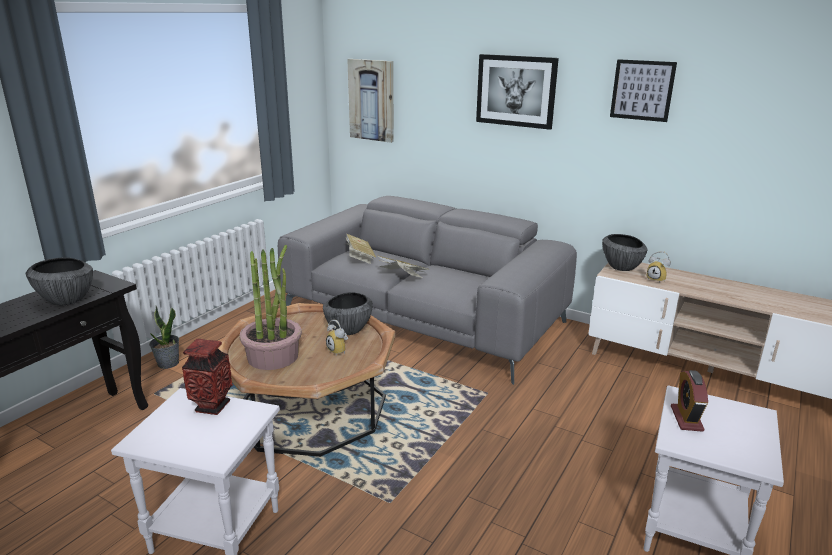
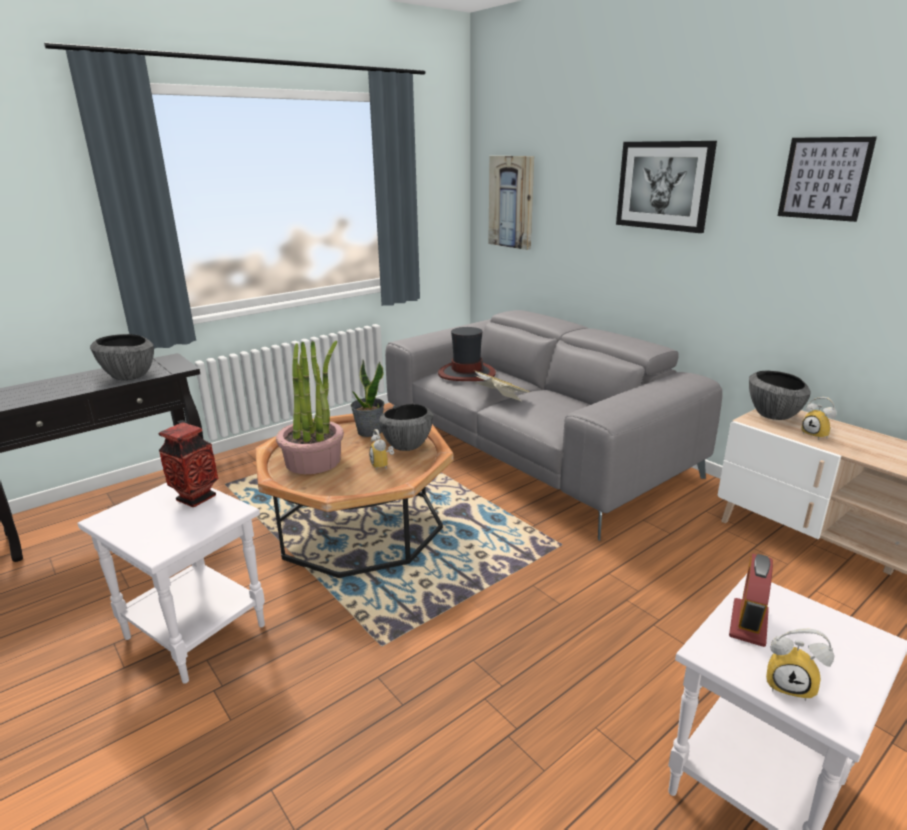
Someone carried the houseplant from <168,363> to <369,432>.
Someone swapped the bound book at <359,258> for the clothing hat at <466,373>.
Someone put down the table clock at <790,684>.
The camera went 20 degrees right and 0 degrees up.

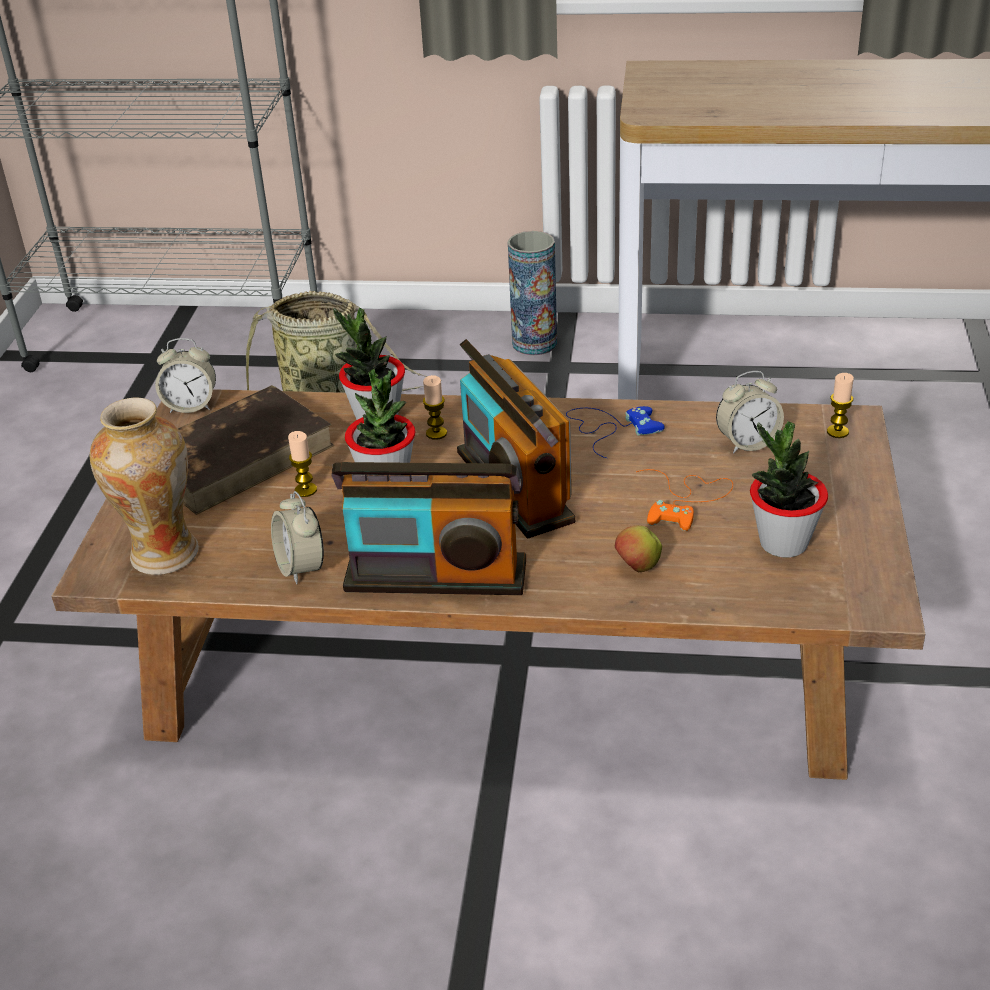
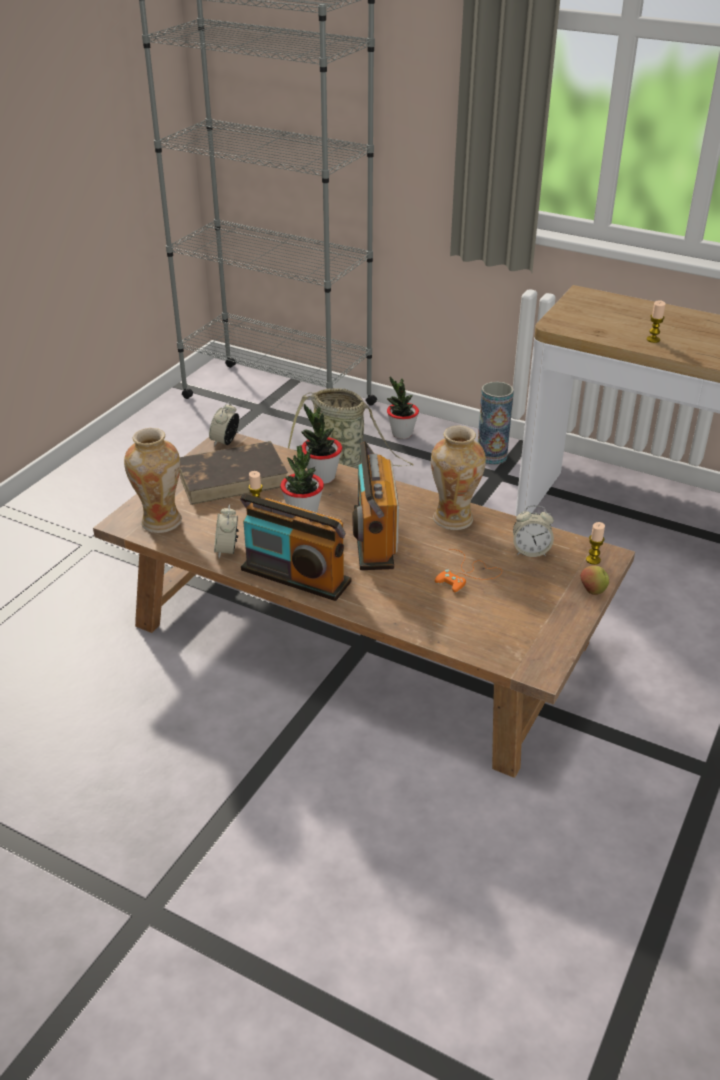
Someone rotated the table clock at <191,406> by 90 degrees clockwise.
Someone carried the houseplant from <783,543> to <402,434>.
Someone swapped the bluish gamepad at <610,428> for the decorative vase at <453,519>.
Someone carried the apple from <637,567> to <592,591>.
Someone carried the wax light from <436,433> to <653,339>.
The camera went 20 degrees right and 0 degrees up.

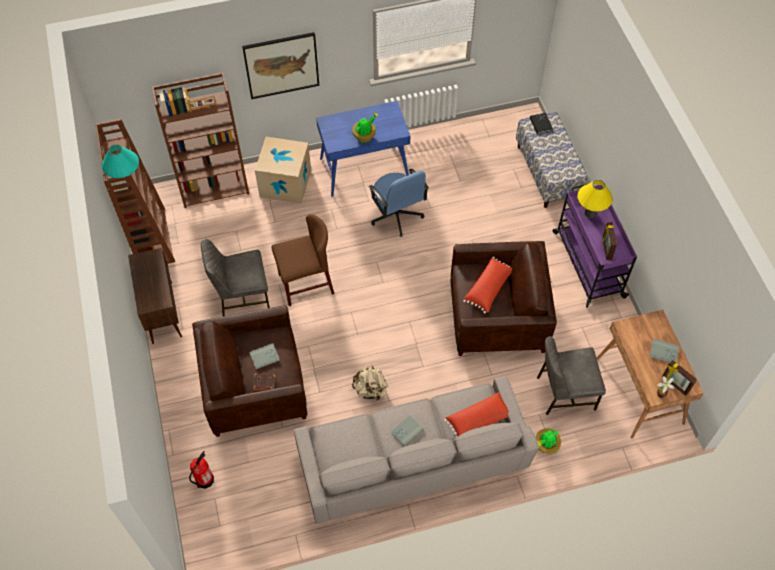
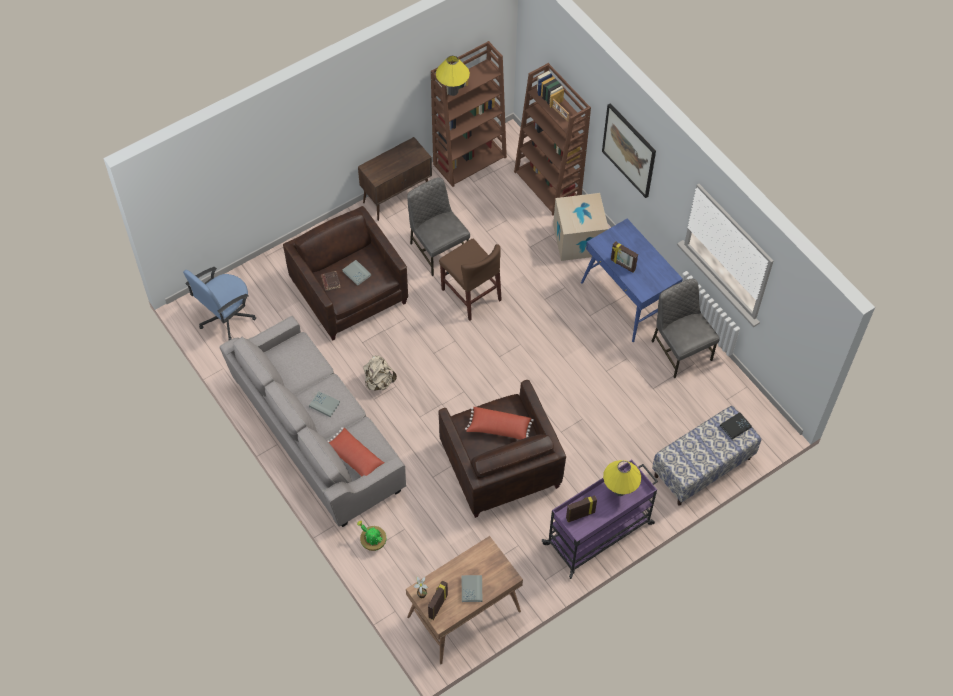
Someone carried the bluish desk chair from <396,215> to <225,317>.
Someone repainted the turquoise lamp for a table at <126,181>, which became the yellow lamp for a table at <452,91>.
Someone swapped the houseplant at <365,136> for the picture frame at <622,265>.
Someone carried the grey upright chair from <564,392> to <680,350>.
Someone took away the extinguisher at <204,480>.
The camera went 70 degrees right and 0 degrees up.

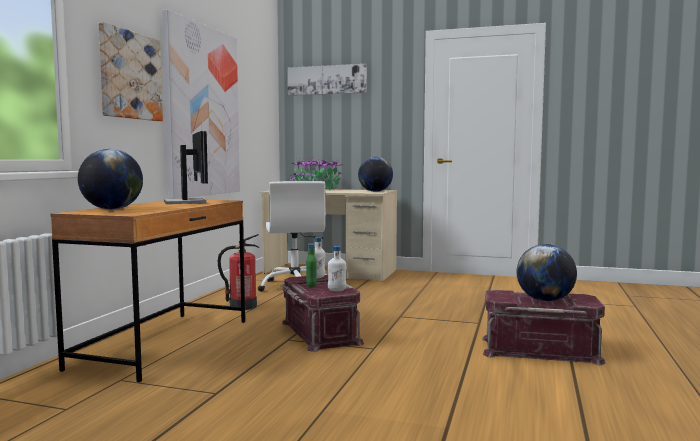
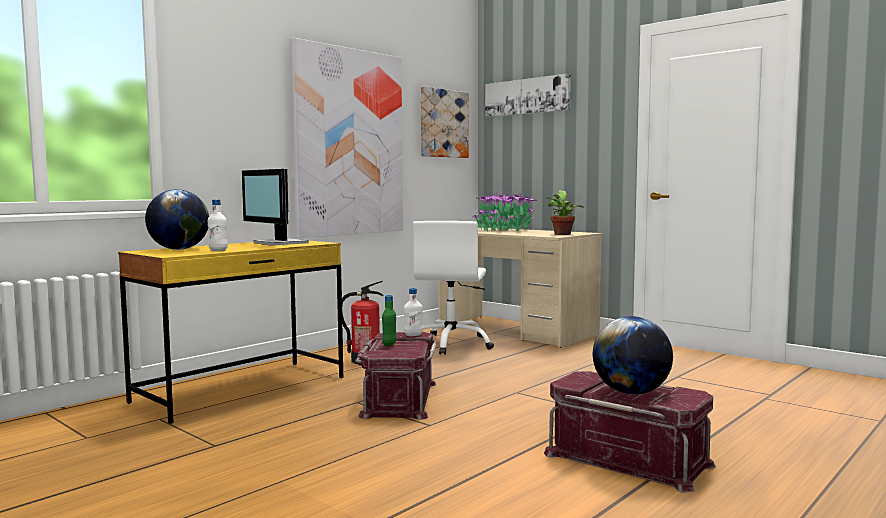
Someone repainted the brown-coloured desk unit at <165,343>, which became the yellow desk unit at <242,389>.
Someone carried the white-coloured bottle from <337,290> to <218,250>.
Someone rotated the monitor at <187,202> by 135 degrees clockwise.
Someone carried the picture from <130,75> to <443,123>.
Someone swapped the globe at <375,191> for the houseplant at <562,234>.
The camera went 25 degrees right and 0 degrees up.

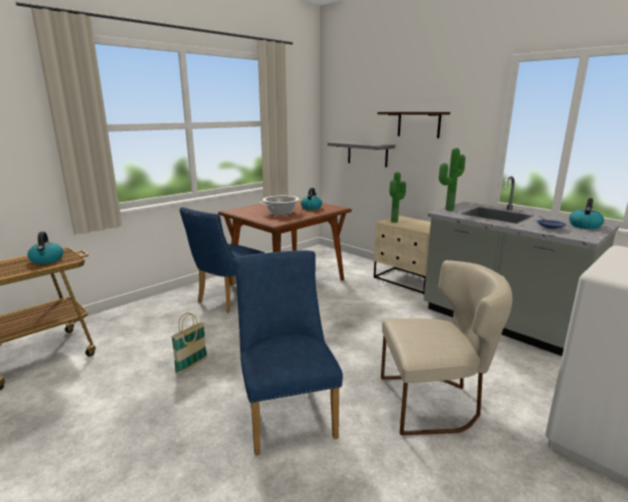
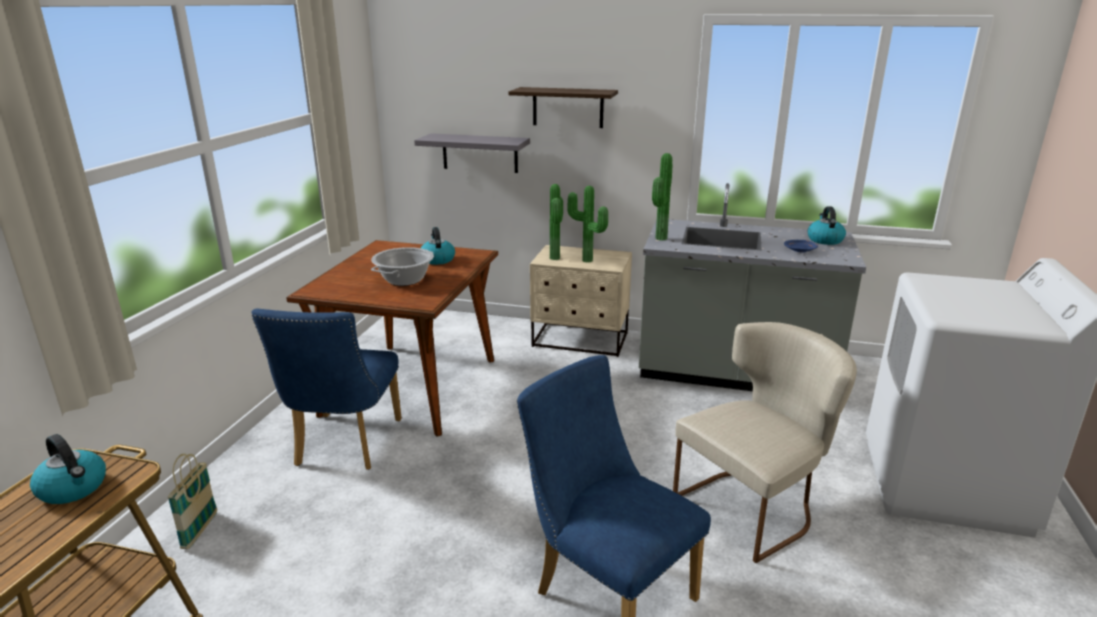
Someone carried the basket from <192,366> to <200,530>.
Someone put down the houseplant at <586,261>.
The camera went 30 degrees left and 5 degrees up.

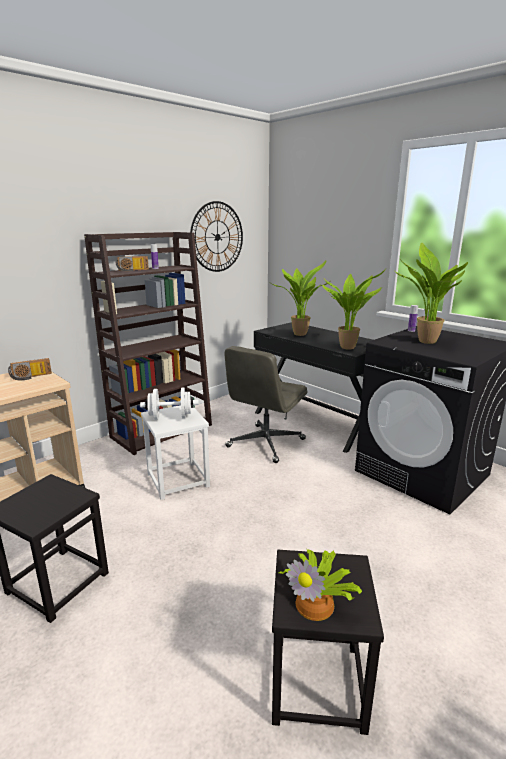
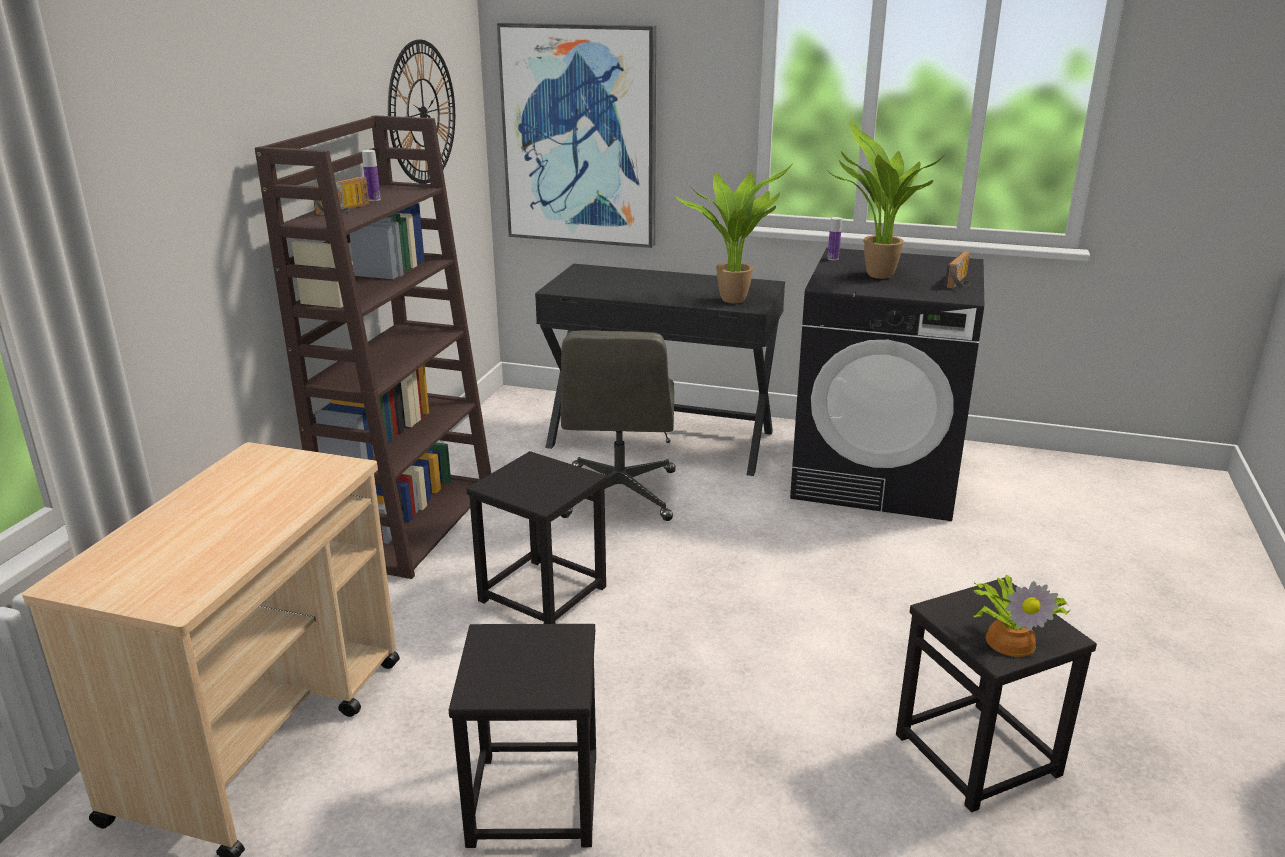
Someone repainted the white-coloured stool at <177,480>, which became the black-coloured stool at <541,594>.
Someone put up the picture at <580,136>.
Someone carried the radio set from <31,377> to <961,282>.
Someone took away the white-coloured hand weight at <170,417>.
Someone took away the houseplant at <299,334>.
The camera went 30 degrees left and 5 degrees up.

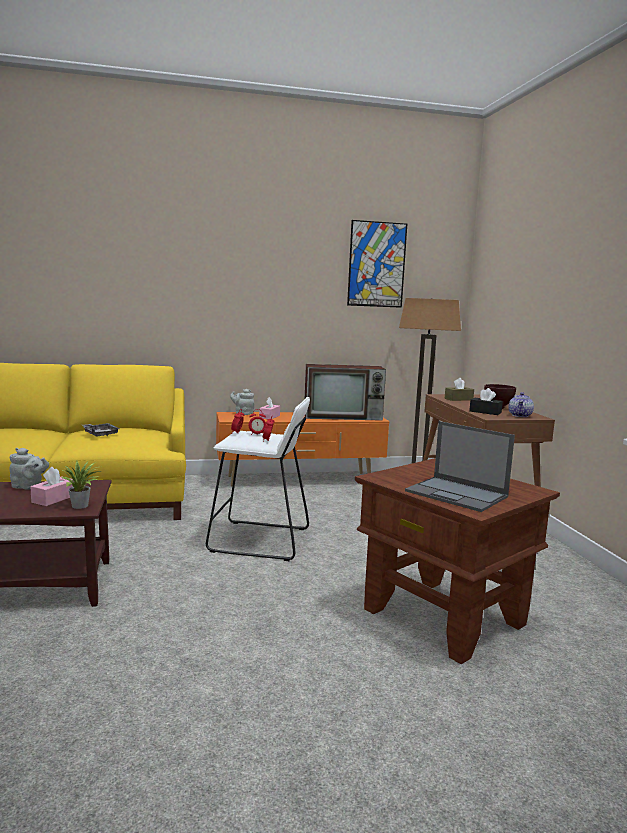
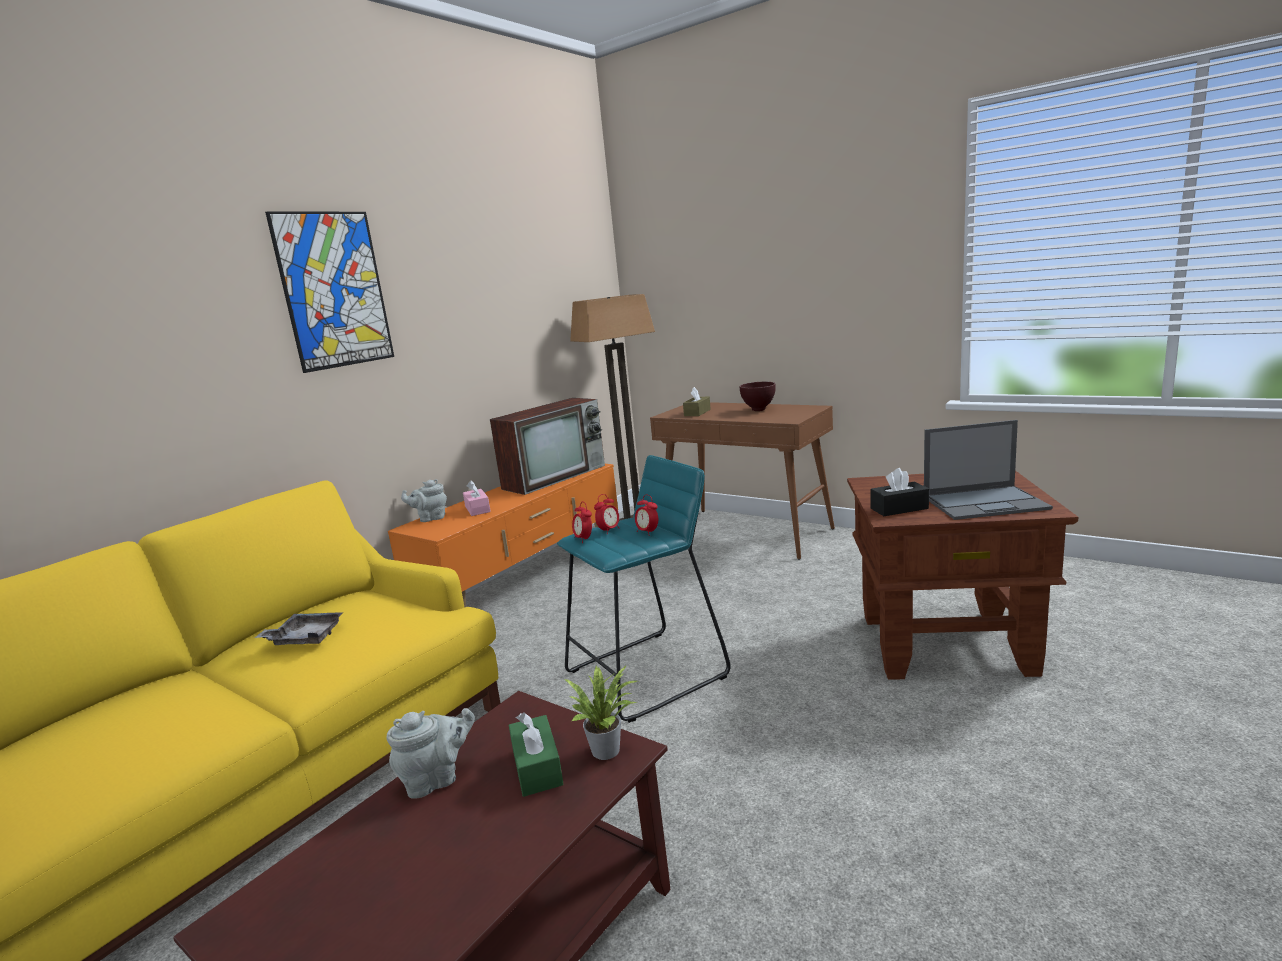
Someone carried the picture from <376,264> to <334,290>.
Someone repainted the pink tissue box at <54,499>, which became the greenish tissue box at <537,767>.
Someone repainted the white-coloured stool at <259,540>, which became the turquoise stool at <647,674>.
Someone carried the black-coloured tissue box from <485,412> to <899,508>.
Someone took away the tea pot at <520,415>.
The camera went 40 degrees left and 5 degrees up.

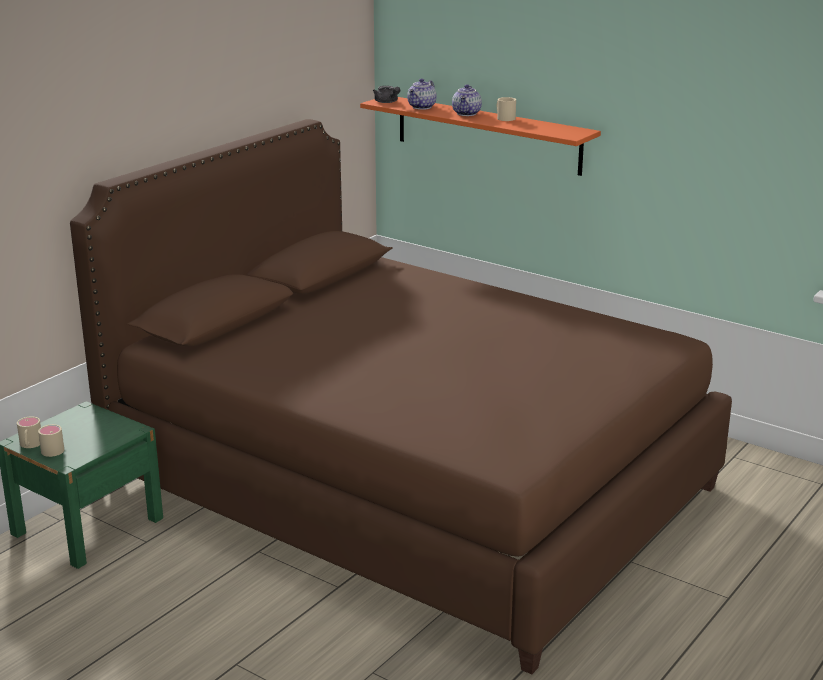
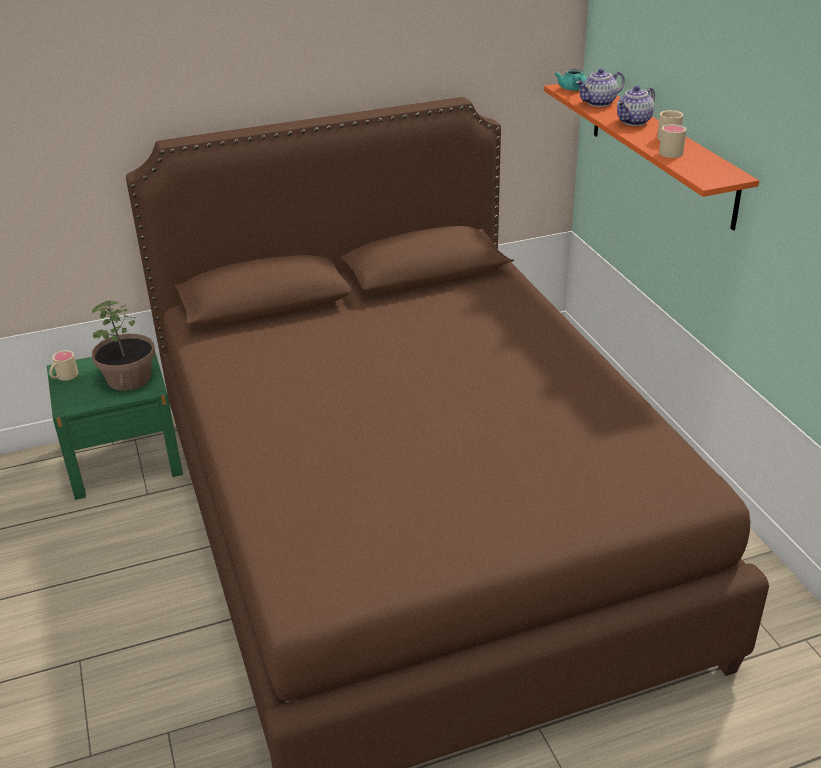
Someone put down the houseplant at <129,378>.
Someone repainted the grey tea pot at <387,102>, which became the turquoise tea pot at <572,89>.
Someone carried the beige-coloured tea mug from <53,448> to <672,151>.
The camera went 35 degrees right and 10 degrees up.

